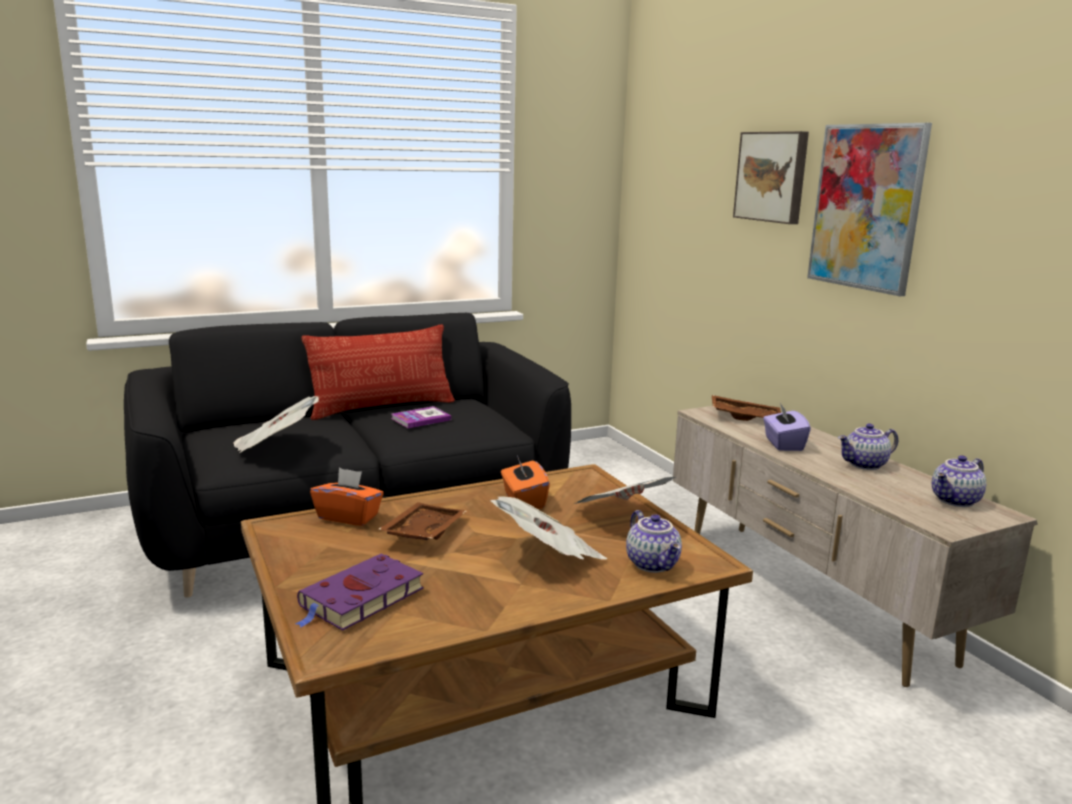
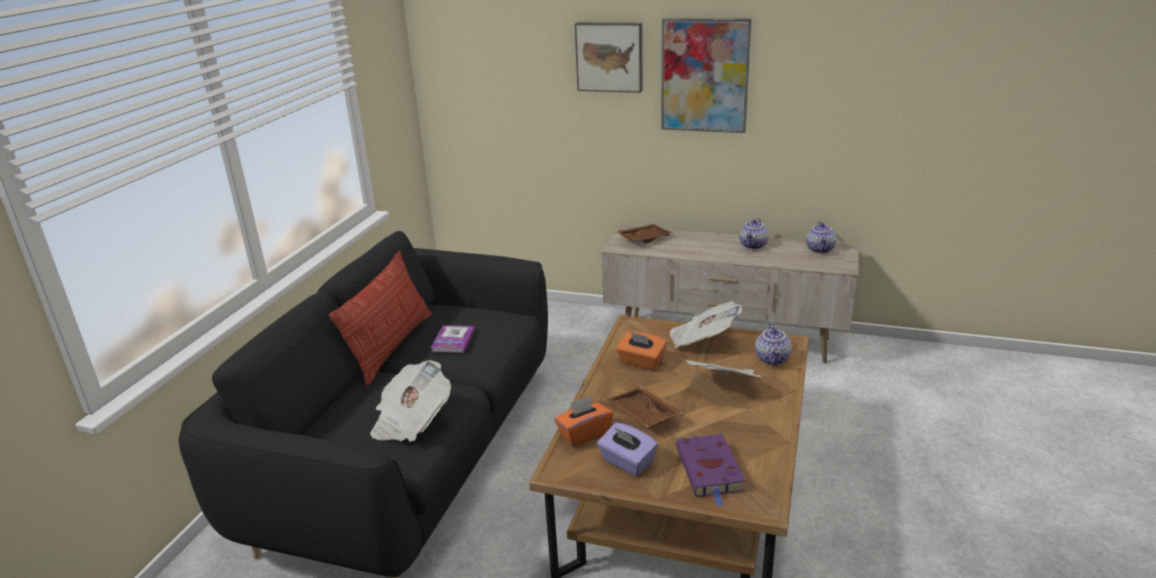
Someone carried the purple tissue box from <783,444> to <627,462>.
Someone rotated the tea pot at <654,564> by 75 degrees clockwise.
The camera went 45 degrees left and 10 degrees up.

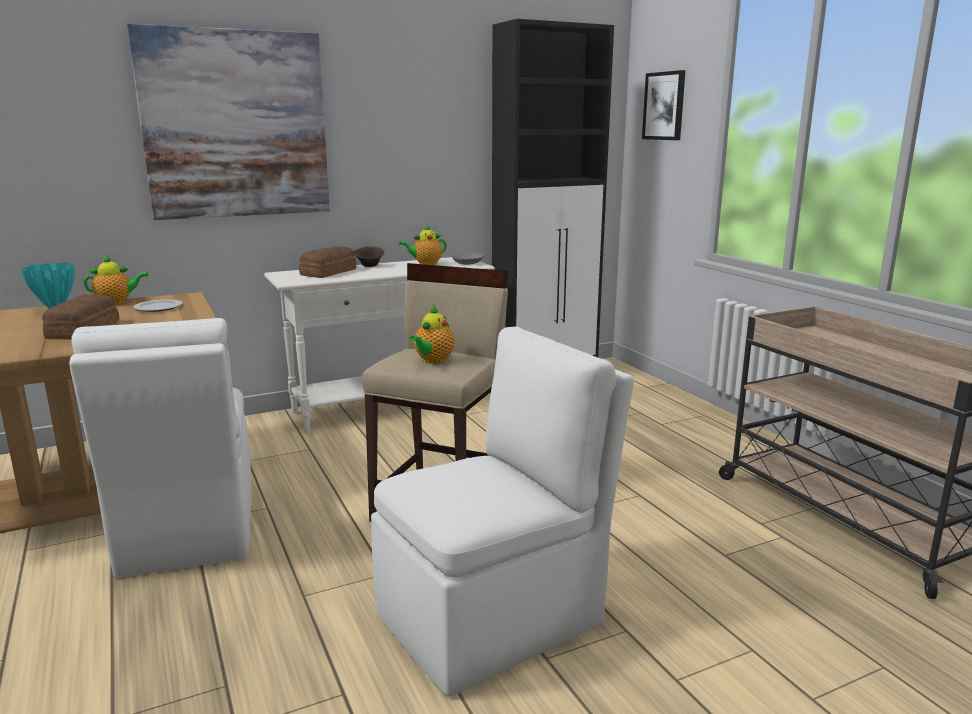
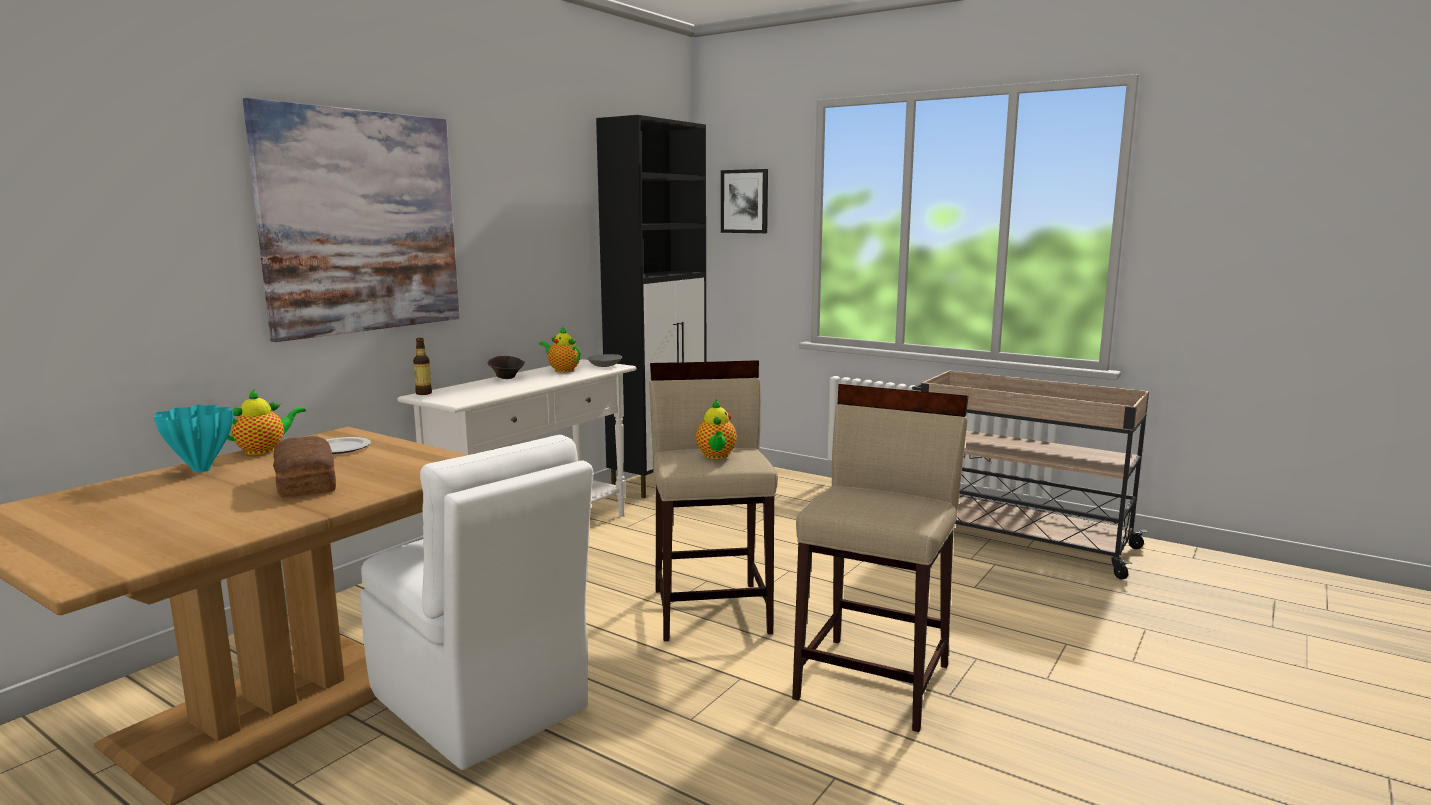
Someone put down the bottle at <423,393>.
Someone rotated the tea pot at <425,264> by 90 degrees clockwise.
Someone swapped the white-coloured upright chair at <495,617> for the beige-coloured stool at <875,681>.
Someone took away the bakery bread at <330,272>.
The camera went 30 degrees left and 5 degrees down.

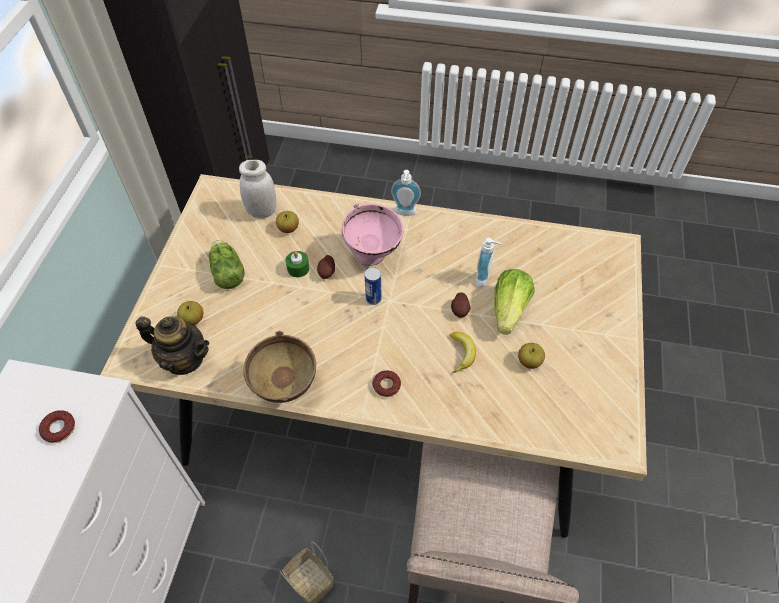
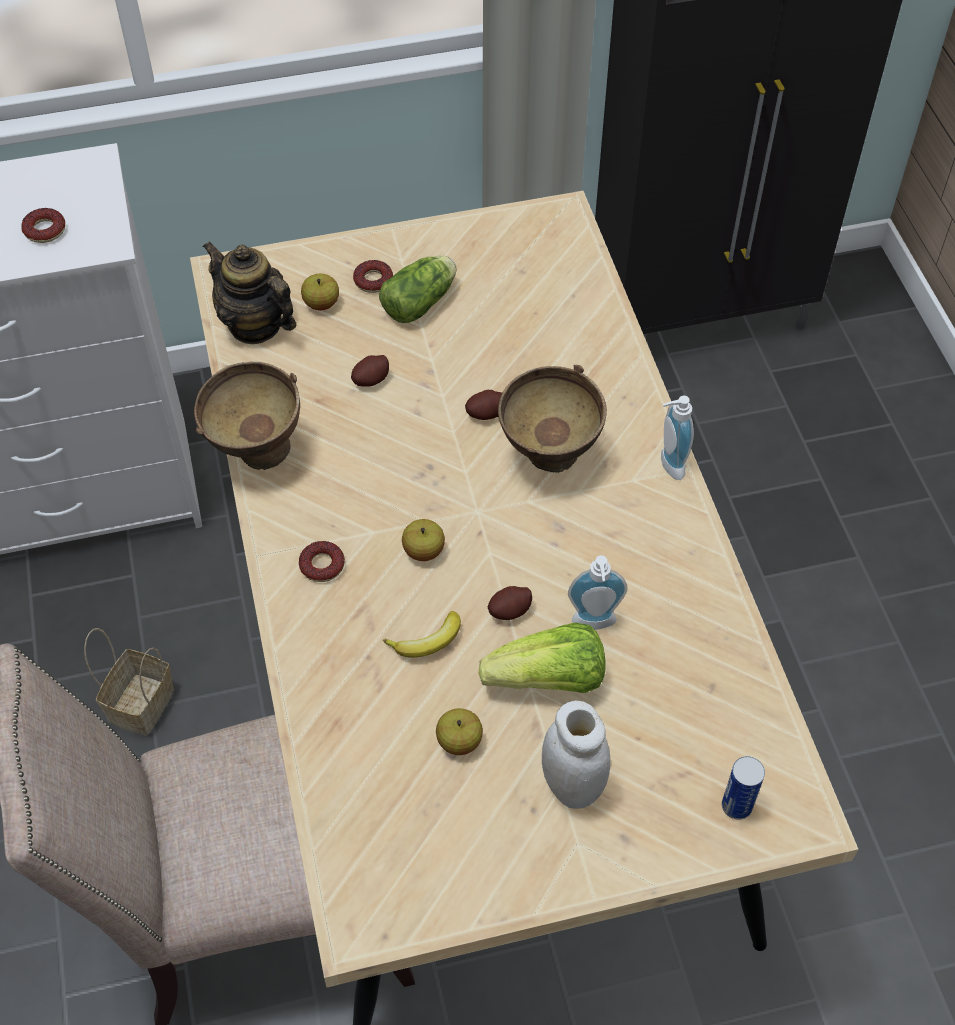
Someone rotated the tea pot at <184,359> by 135 degrees clockwise.
Someone put down the potato at <371,380>.
Someone put down the ring doughnut at <373,280>.
Someone carried the apple from <288,229> to <423,551>.
Someone repainted the pink bowl at <374,258>, which became the brown-coloured bowl at <548,461>.
Someone carried the white-coloured storage jar from <262,211> to <572,785>.
Someone carried the metal can from <373,299> to <736,806>.
Someone took away the greenish wax light at <298,268>.
The camera went 65 degrees right and 0 degrees up.

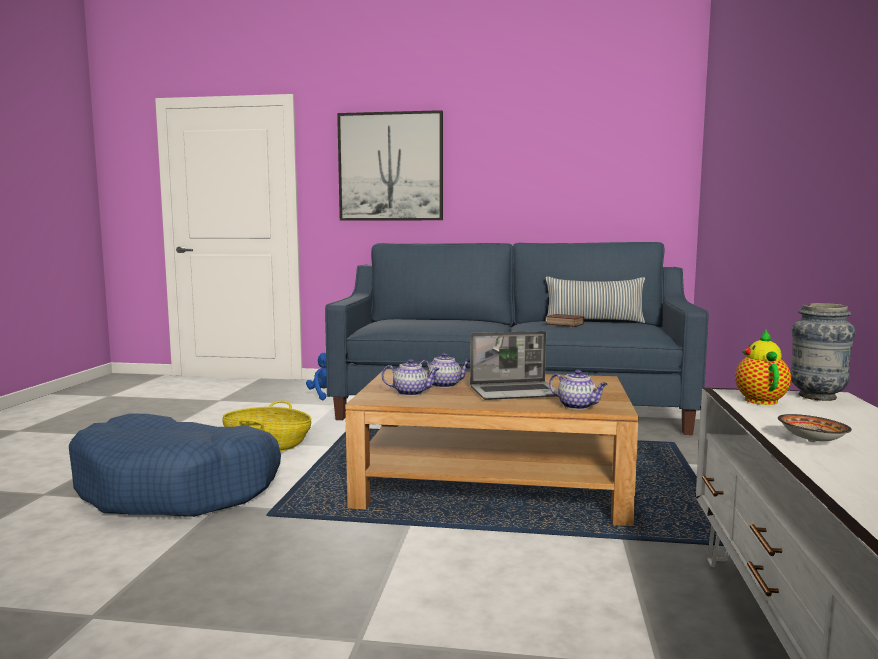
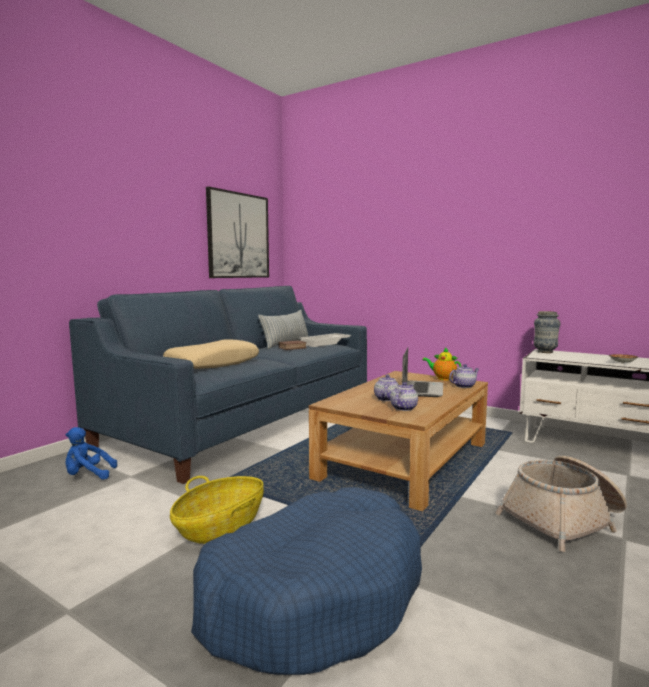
Someone put down the beige-coloured cushion at <213,364>.
Someone carried the picture from <390,167> to <238,235>.
Someone put down the white-coloured serving tray at <325,343>.
Someone carried the tea pot from <759,400> to <442,378>.
Someone put down the basket at <564,520>.
The camera went 65 degrees left and 0 degrees up.

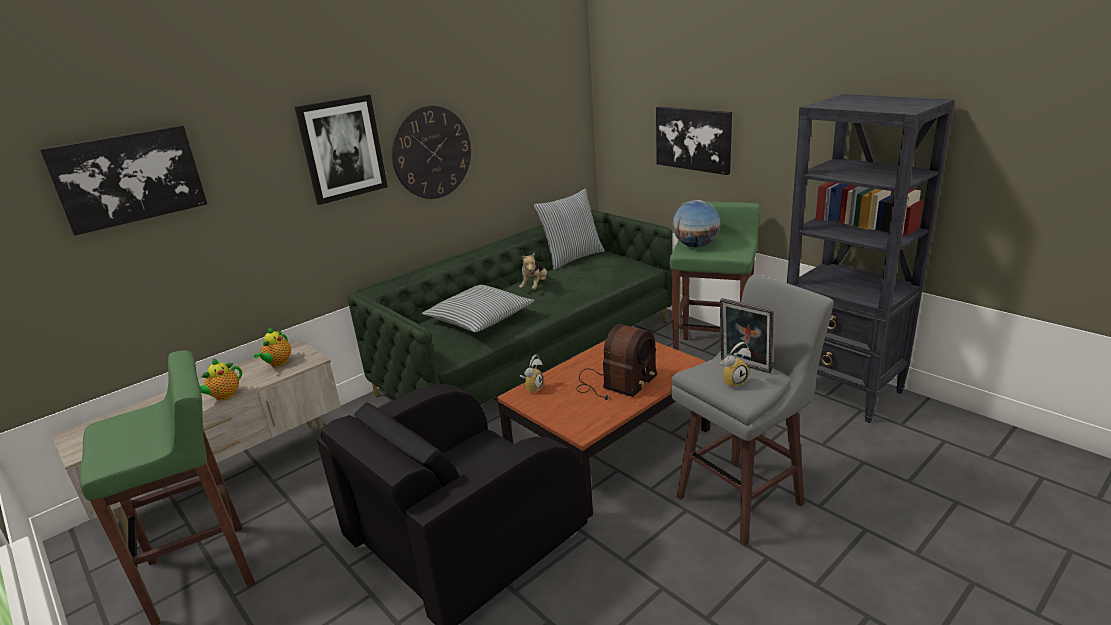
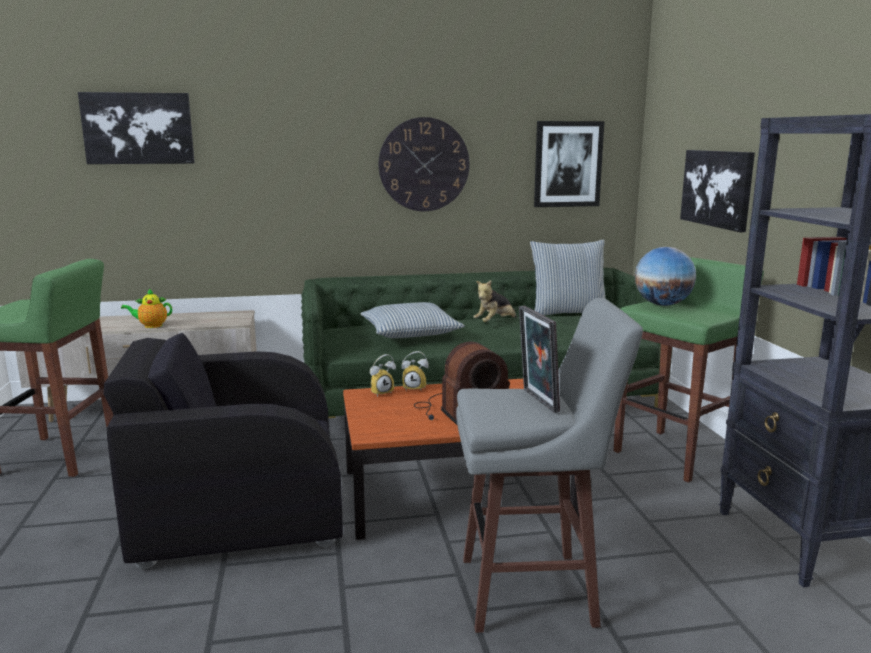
Someone carried the table clock from <733,381> to <415,388>.
Someone carried the picture from <342,149> to <567,164>.
Someone took away the tea pot at <277,363>.
The camera went 30 degrees right and 10 degrees down.

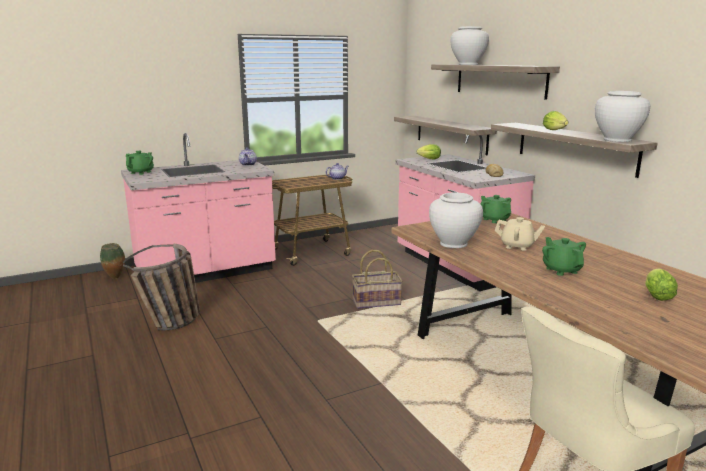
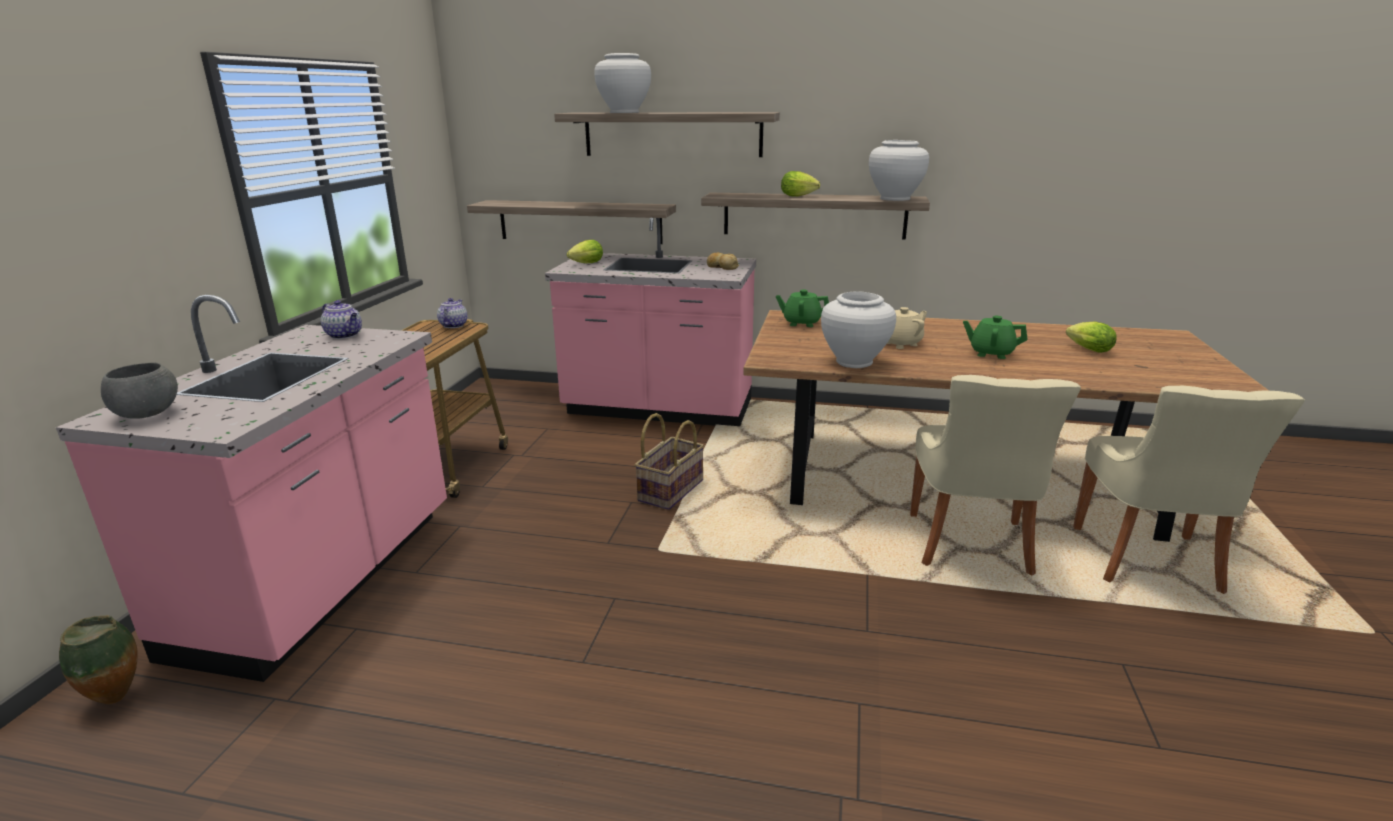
Someone swapped the greenish tea pot at <141,172> for the grey bowl at <149,414>.
Someone put down the beige-coloured upright chair at <970,546>.
Someone took away the basket at <172,325>.
The camera went 50 degrees left and 5 degrees up.

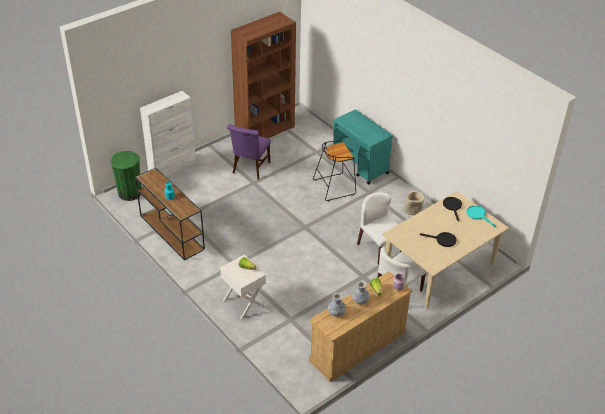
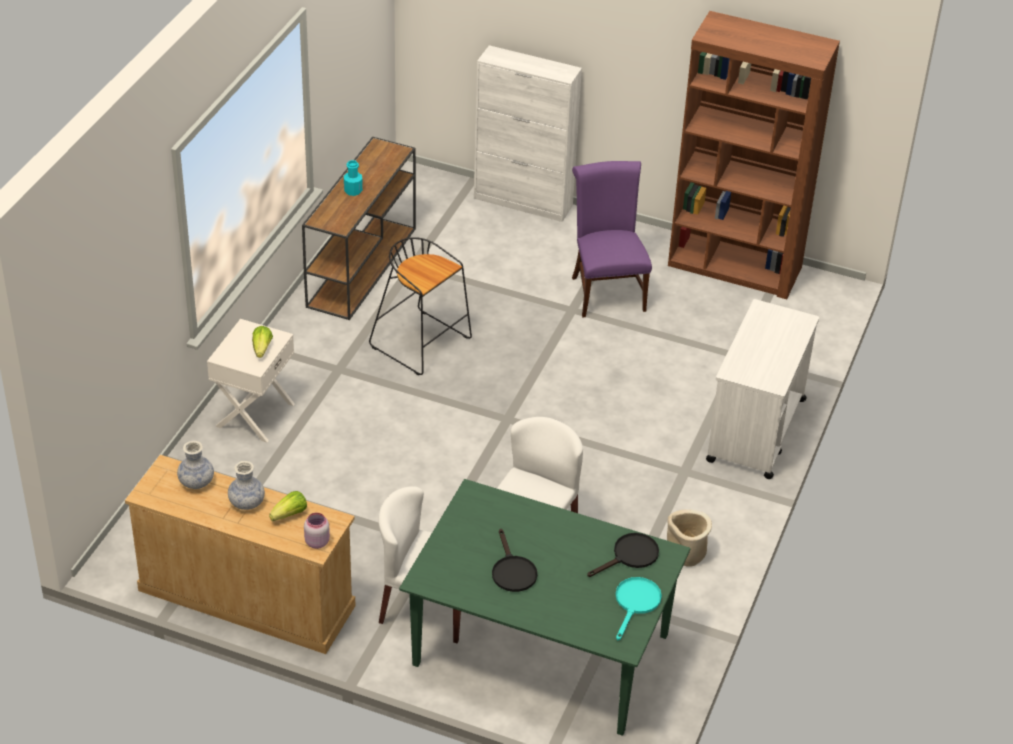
Someone carried the black-coloured stool from <334,186> to <422,343>.
Someone repainted the beige-coloured dining table at <439,268>, which became the greenish dining table at <542,649>.
Someone rotated the purple upright chair at <250,169> by 90 degrees clockwise.
Someone repainted the turquoise wheeled cart at <360,165>, which became the white-coloured wheeled cart at <755,430>.
Someone took away the greenish waste bin at <130,193>.
The camera went 60 degrees right and 0 degrees up.

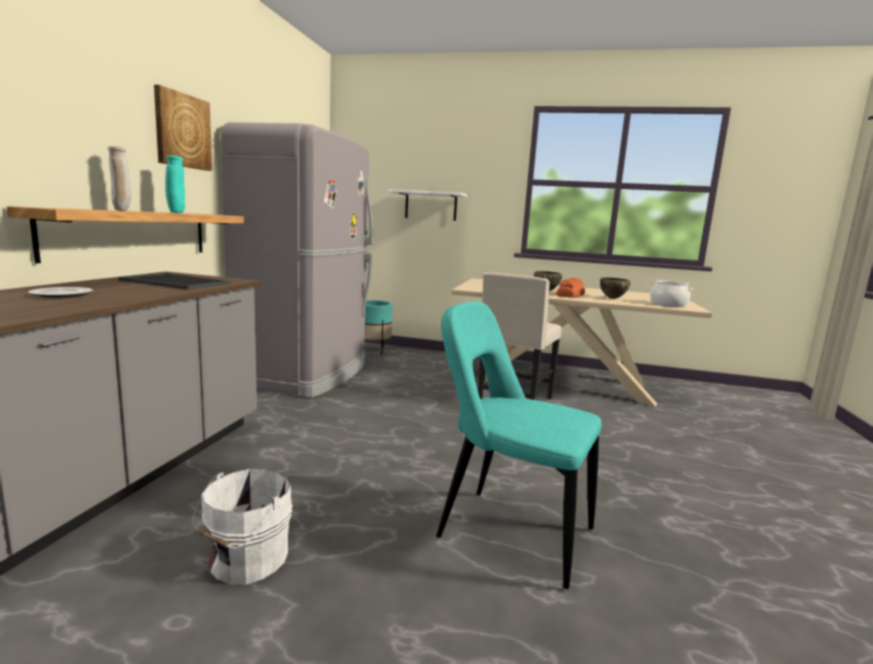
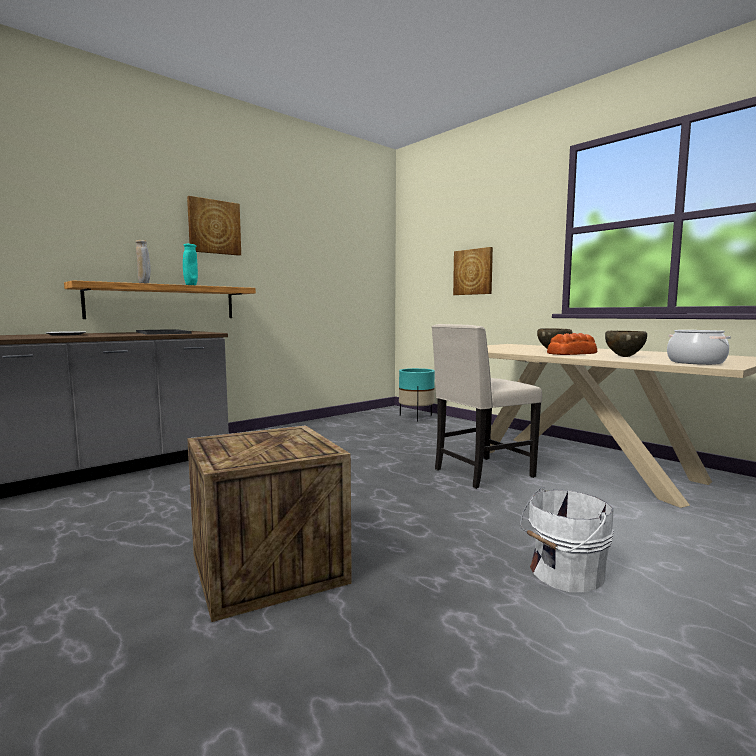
Someone swapped the turquoise upright chair at <508,531> for the packing crate at <268,568>.
Someone swapped the white-coloured shelf at <430,206> for the picture at <473,272>.
Someone carried the white-coloured pail from <245,560> to <563,573>.
Someone took away the grey kitchen fridge at <306,373>.
The camera went 35 degrees right and 5 degrees down.

